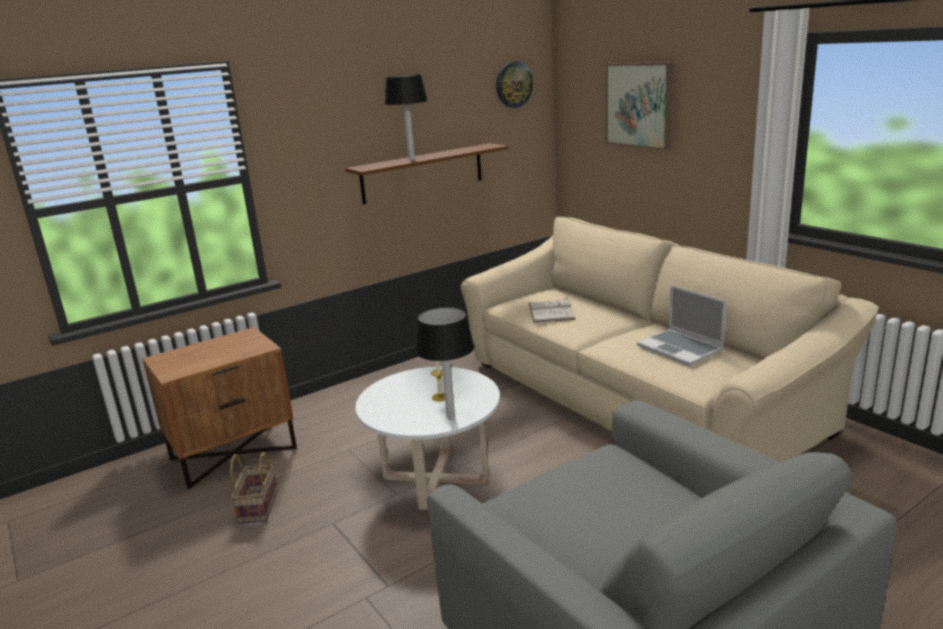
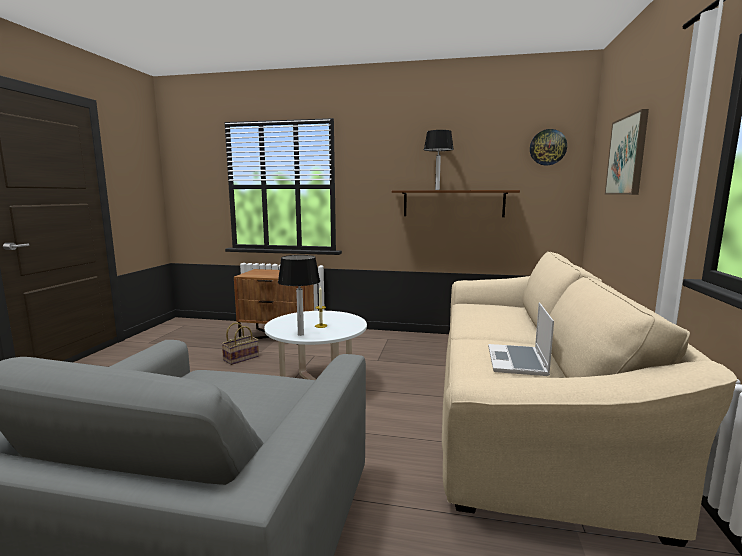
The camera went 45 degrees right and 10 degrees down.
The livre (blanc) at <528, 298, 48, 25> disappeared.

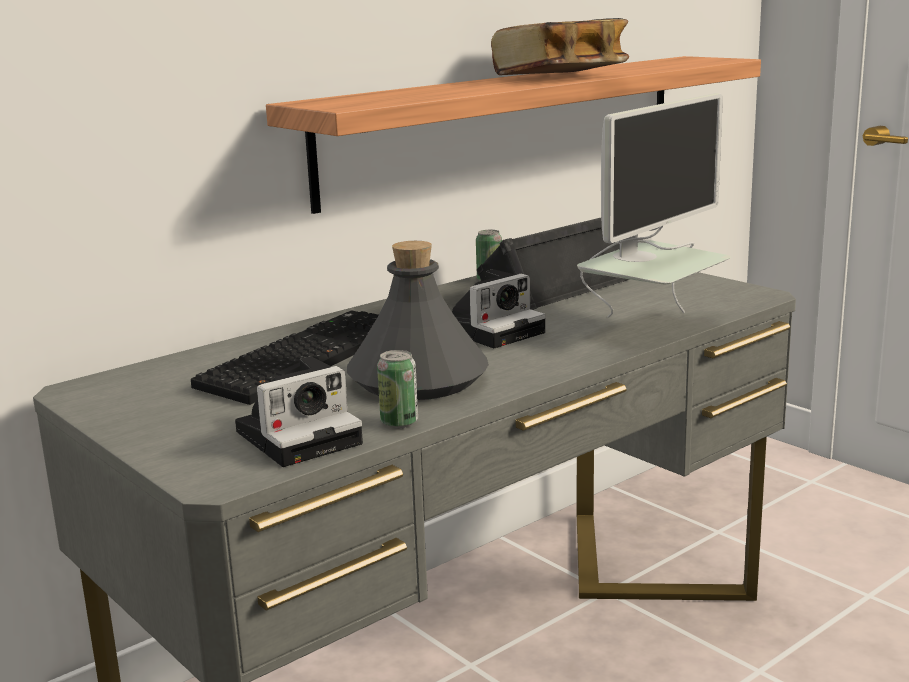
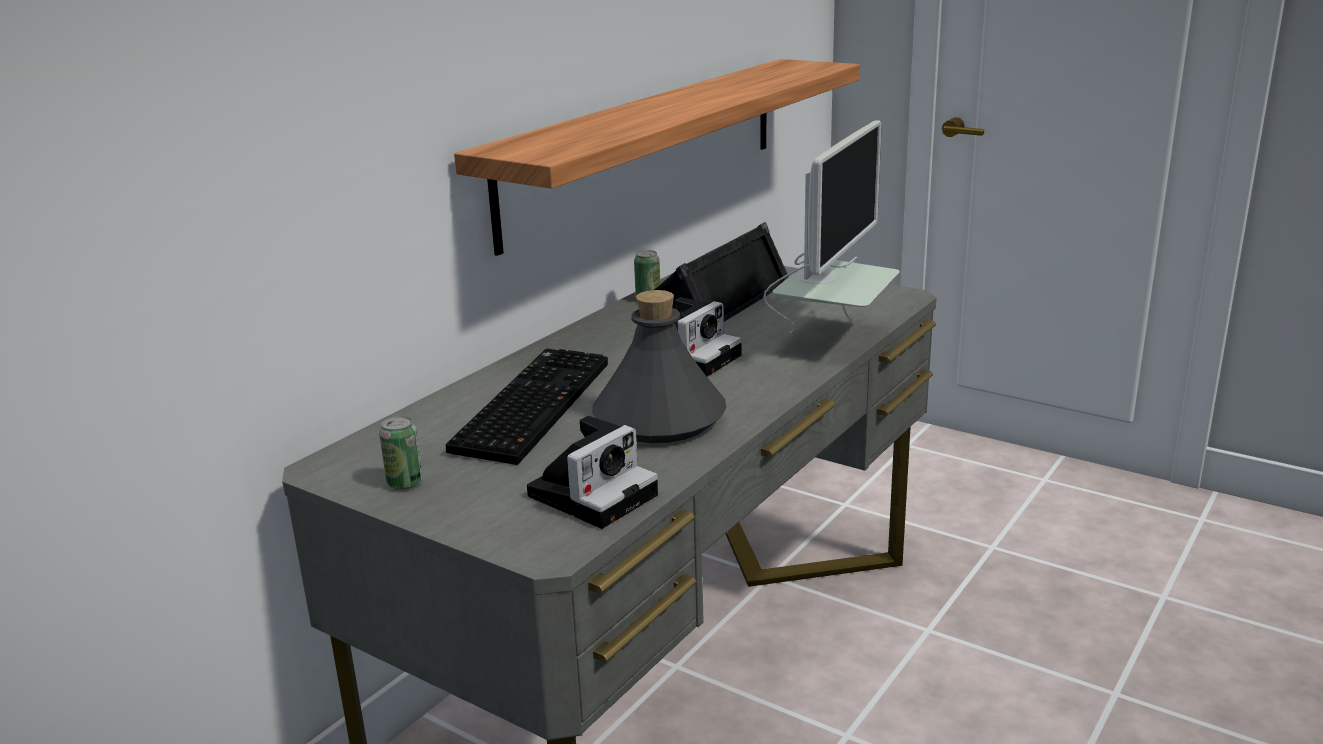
The camera went 15 degrees left and 5 degrees up.
The boîte métallique moved from <377, 350, 41, 78> to <379, 416, 44, 74>.
The livre at <491, 18, 138, 57> disappeared.

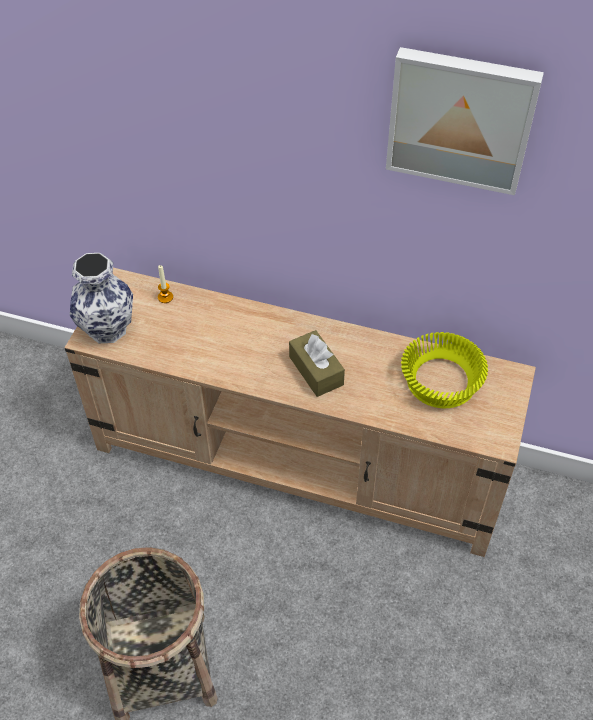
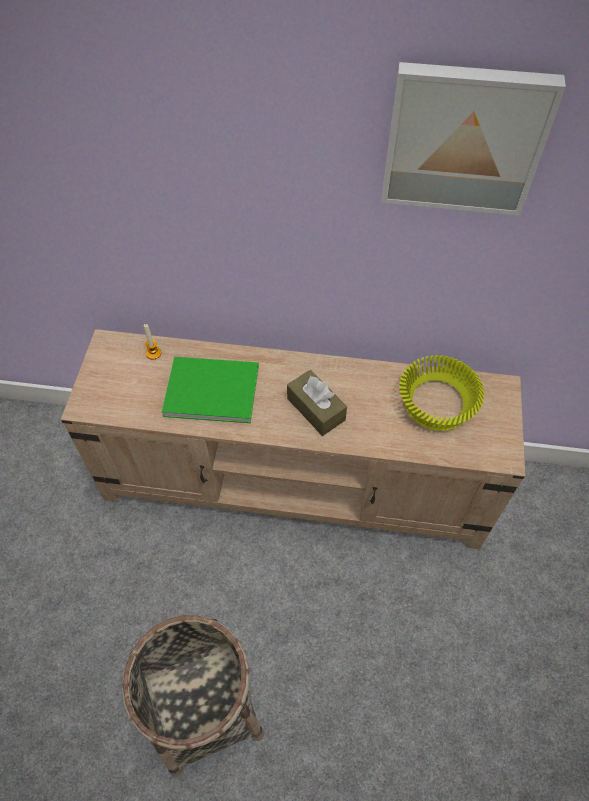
The camera went 10 degrees left and 5 degrees up.
The livre (vert) at <162, 357, 97, 66> appeared.
The vase at <70, 253, 63, 90> disappeared.

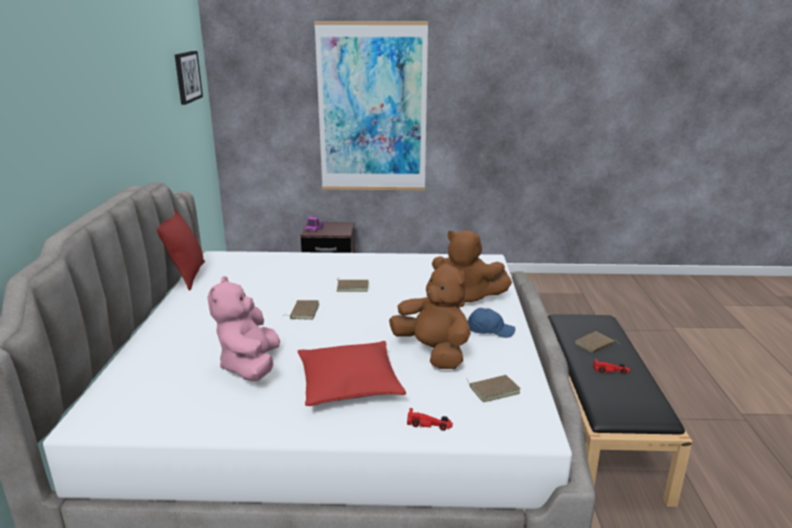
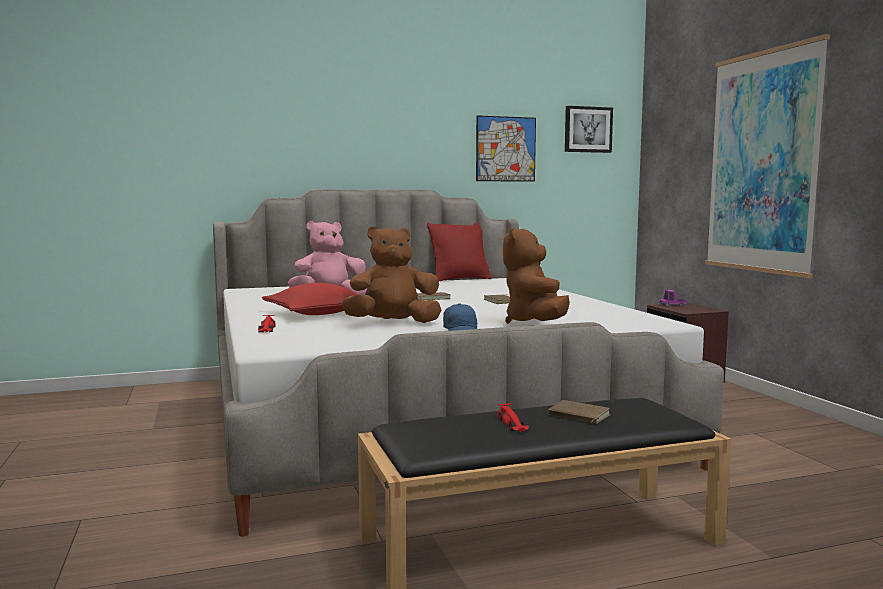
The camera went 70 degrees right and 15 degrees down.
The peluche (marron) at <389, 259, 82, 110> turned 135 degrees counterclockwise.
The tableau at <476, 115, 60, 67> appeared.
The livre (marron) at <467, 375, 54, 27> disappeared.

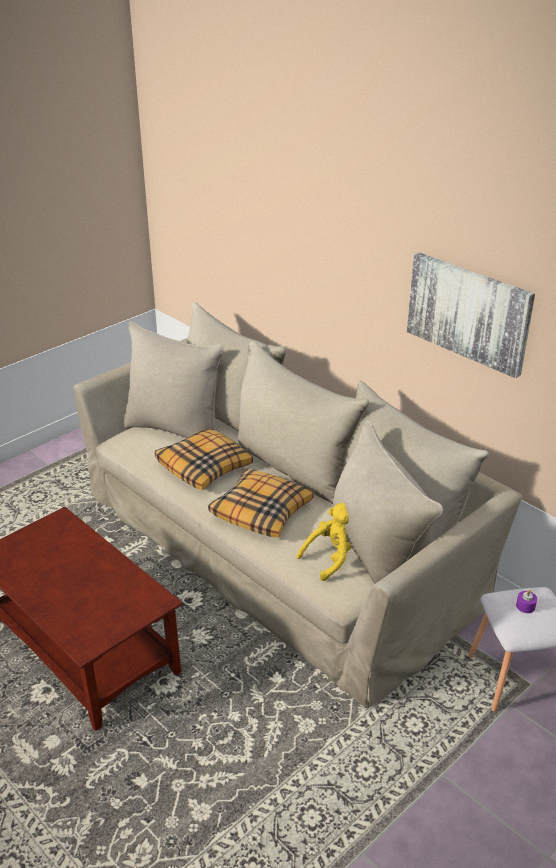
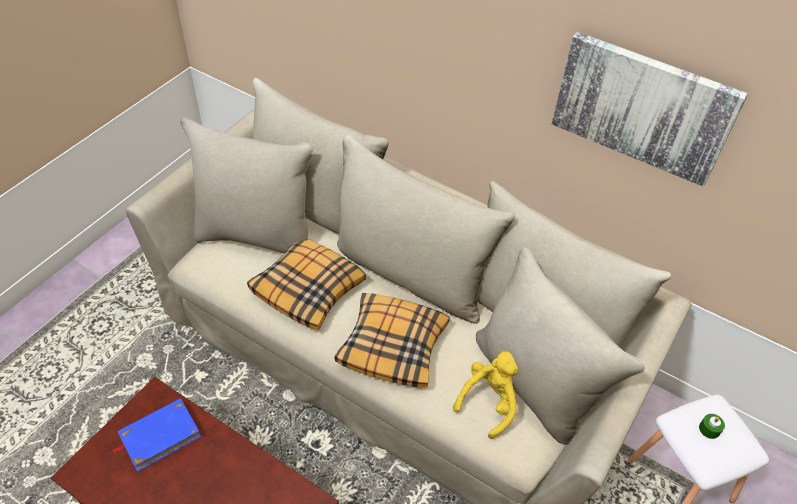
The camera went 15 degrees left and 15 degrees up.
The livre (bleu) at <113, 398, 88, 74> appeared.
The bougie (violet) at <516, 590, 21, 23> became the bougie (vert) at <699, 414, 26, 25>.

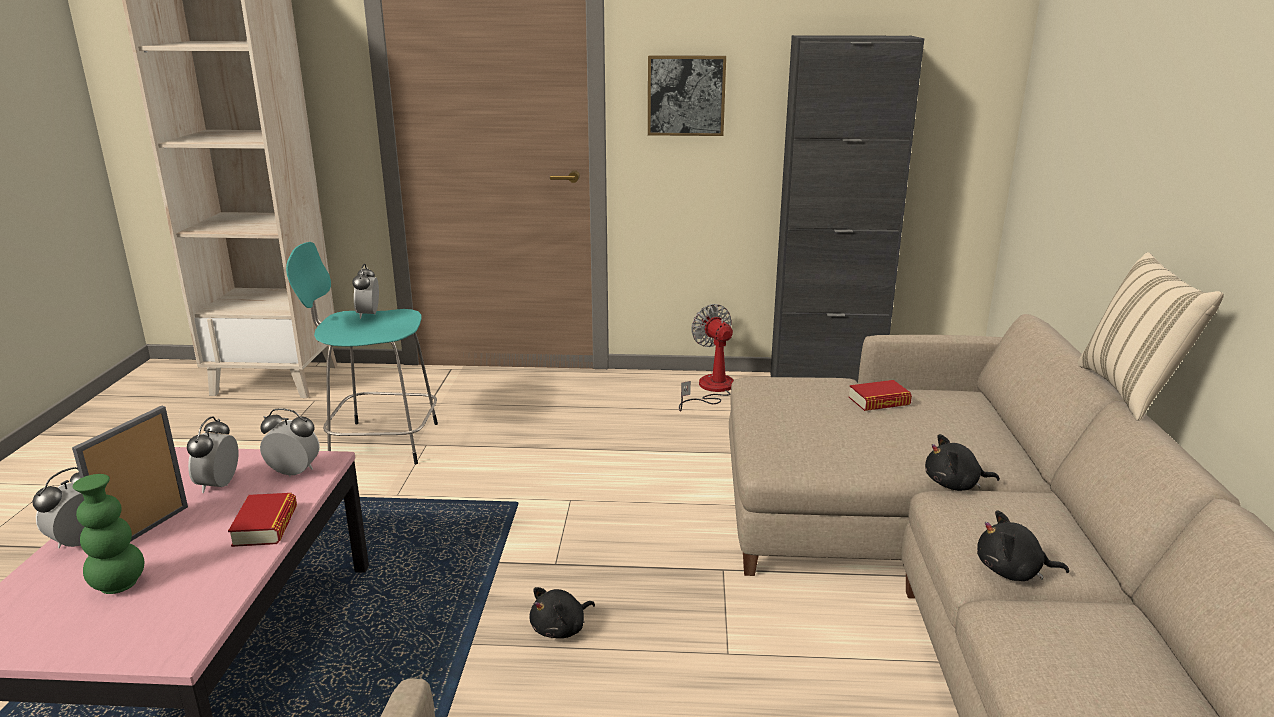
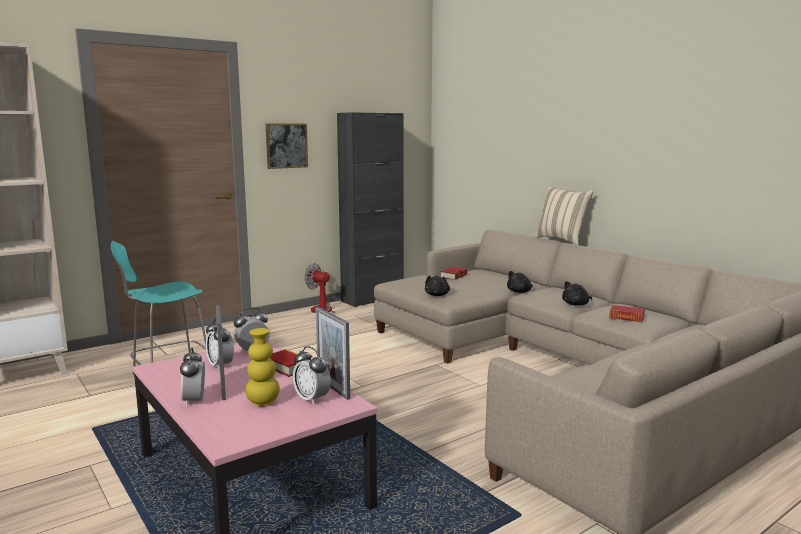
The camera went 40 degrees left and 10 degrees down.
The vase (vert) at <73, 474, 71, 120> became the vase (jaune) at <245, 328, 35, 78>.
The réveil moved from <352, 264, 27, 55> to <293, 346, 38, 59>.
The cadre photo at <316, 307, 34, 93> appeared.
The peluche (noir) moved from <529, 587, 66, 51> to <425, 275, 25, 21>.
The livre at <609, 305, 36, 17> appeared.

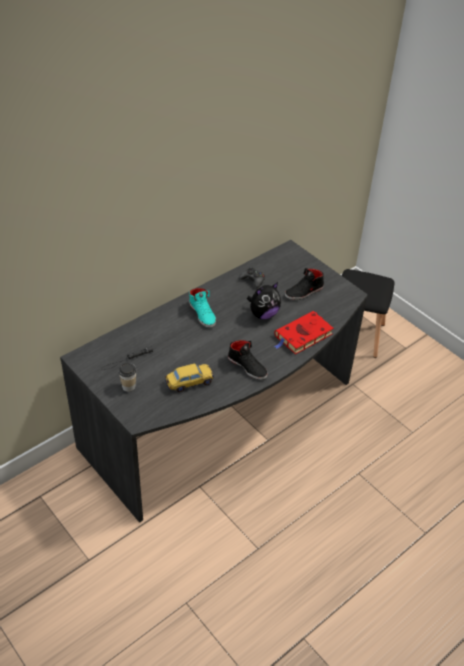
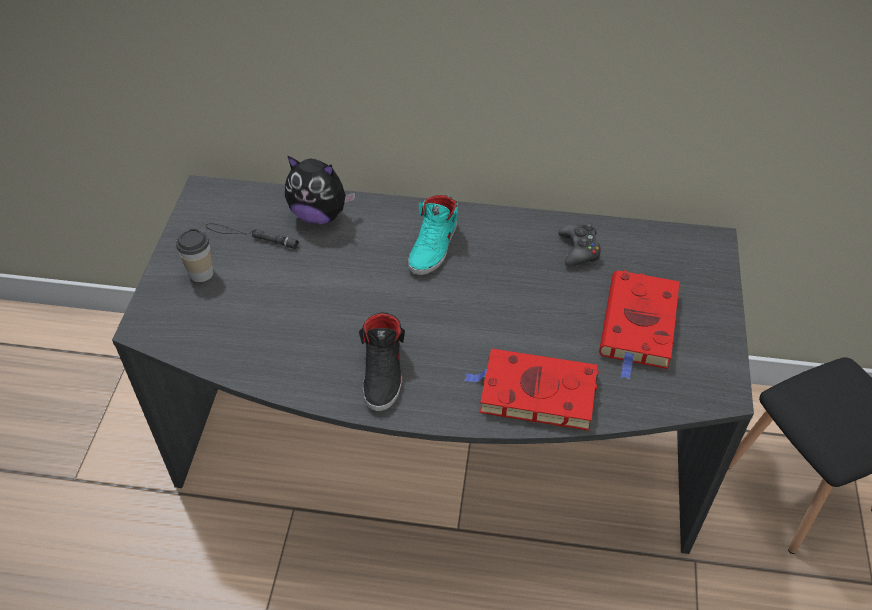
The camera went 50 degrees right and 5 degrees up.
The peluche moved from <247, 282, 34, 37> to <285, 155, 71, 69>.
The chaussure (noir) at <285, 268, 39, 32> was replaced by the livre (rouge) at <599, 270, 81, 110>.
The petite voiture at <165, 364, 49, 28> disappeared.

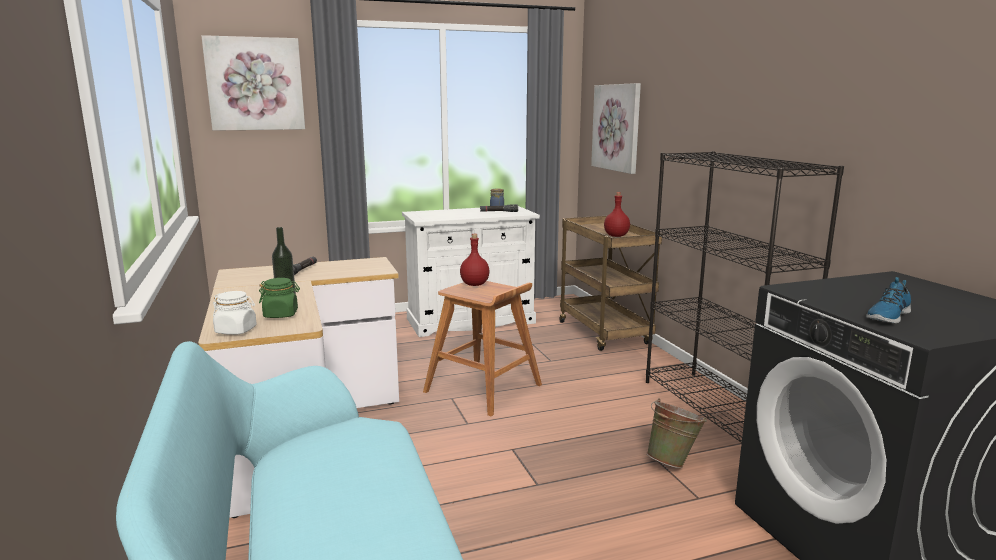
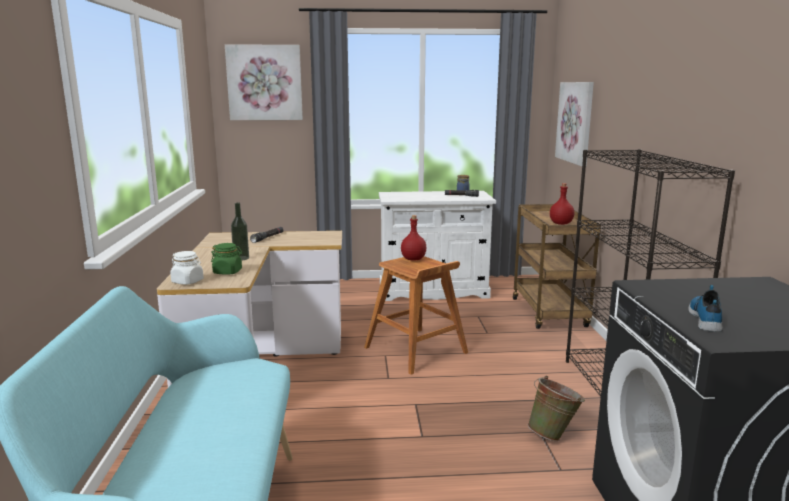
The camera went 15 degrees right and 0 degrees up.
The chaussure at <866, 277, 45, 46> turned 135 degrees clockwise.

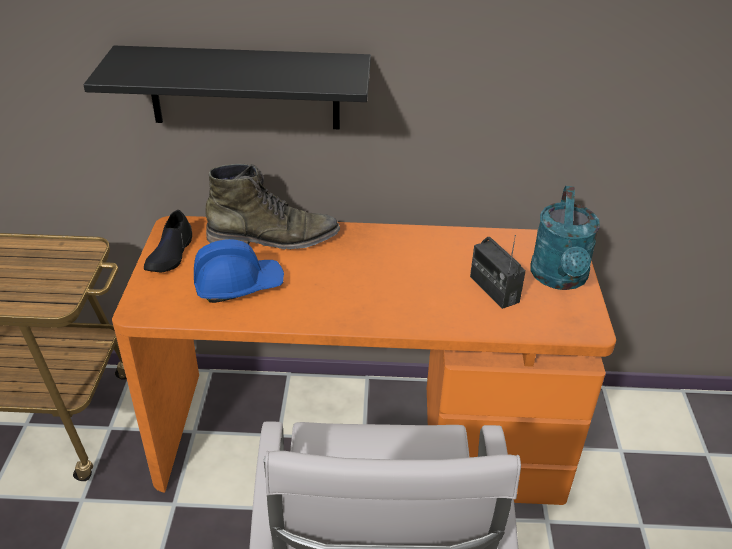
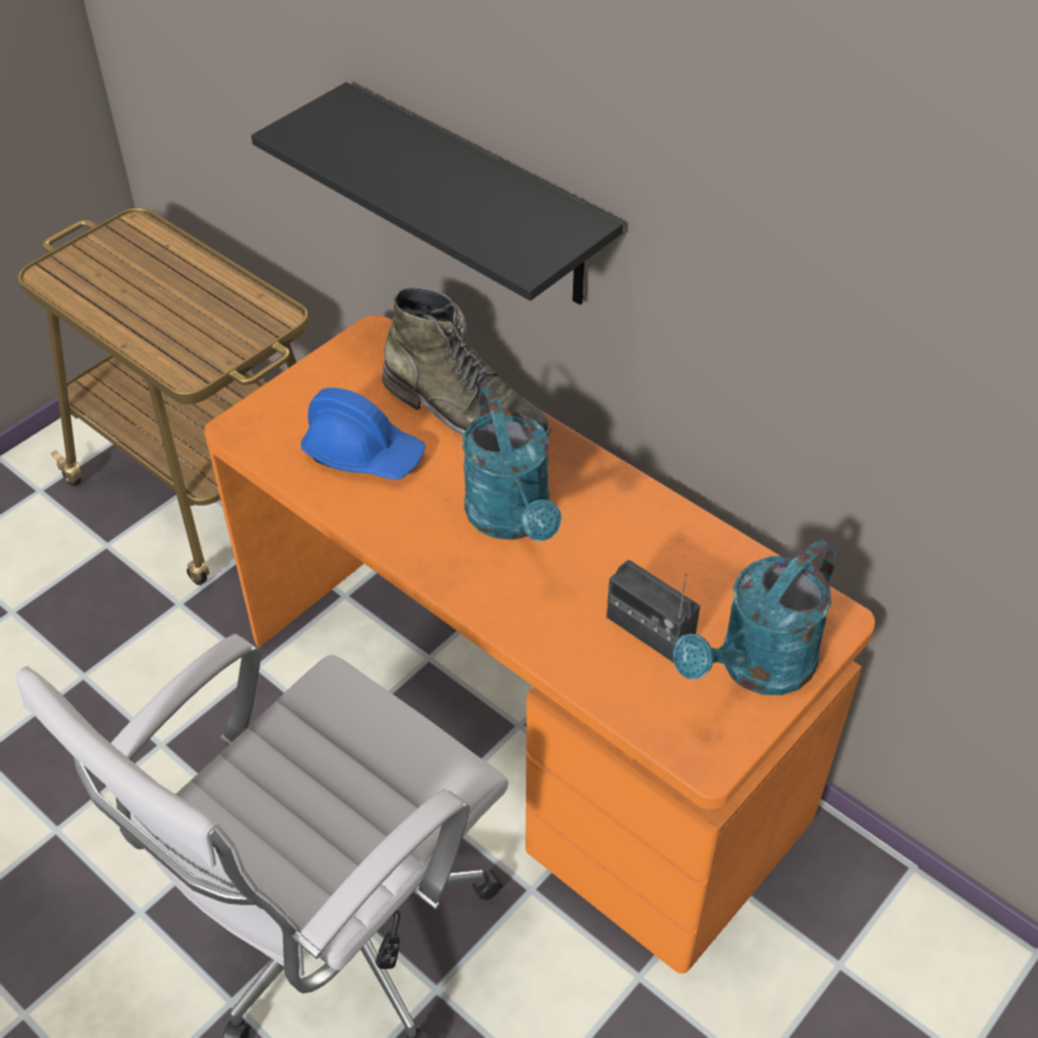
The camera went 40 degrees right and 10 degrees up.
The arrosoir (turquoise) at <462, 387, 100, 154> appeared.
The radio at <470, 235, 56, 74> turned 60 degrees counterclockwise.
The chaussure (noir) at <144, 210, 48, 62> disappeared.

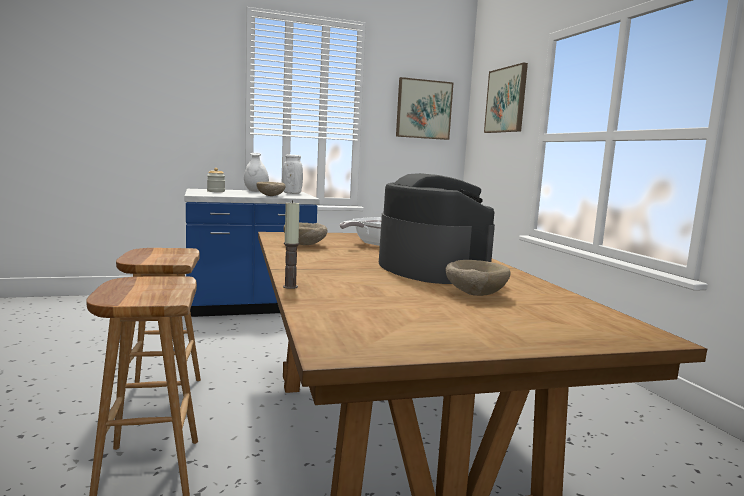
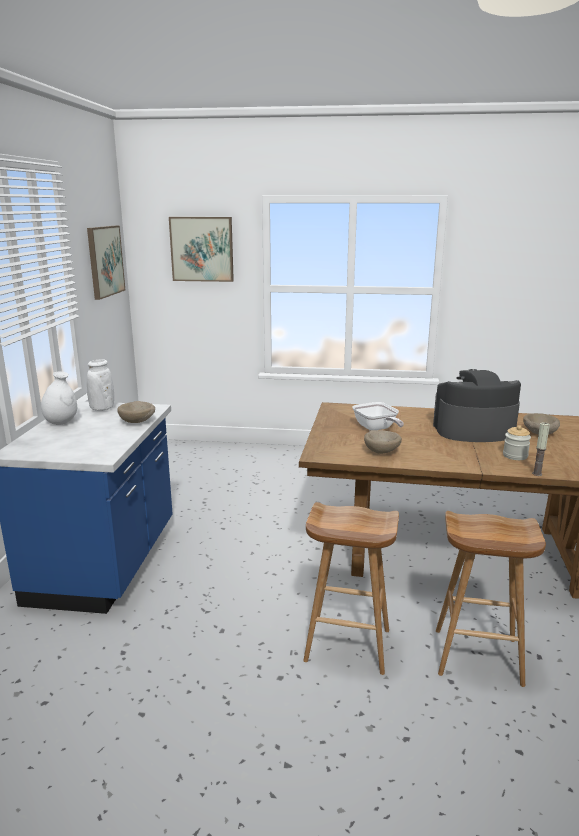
The camera went 65 degrees left and 10 degrees up.
The bocal moved from <207, 168, 18, 24> to <503, 425, 28, 35>.

